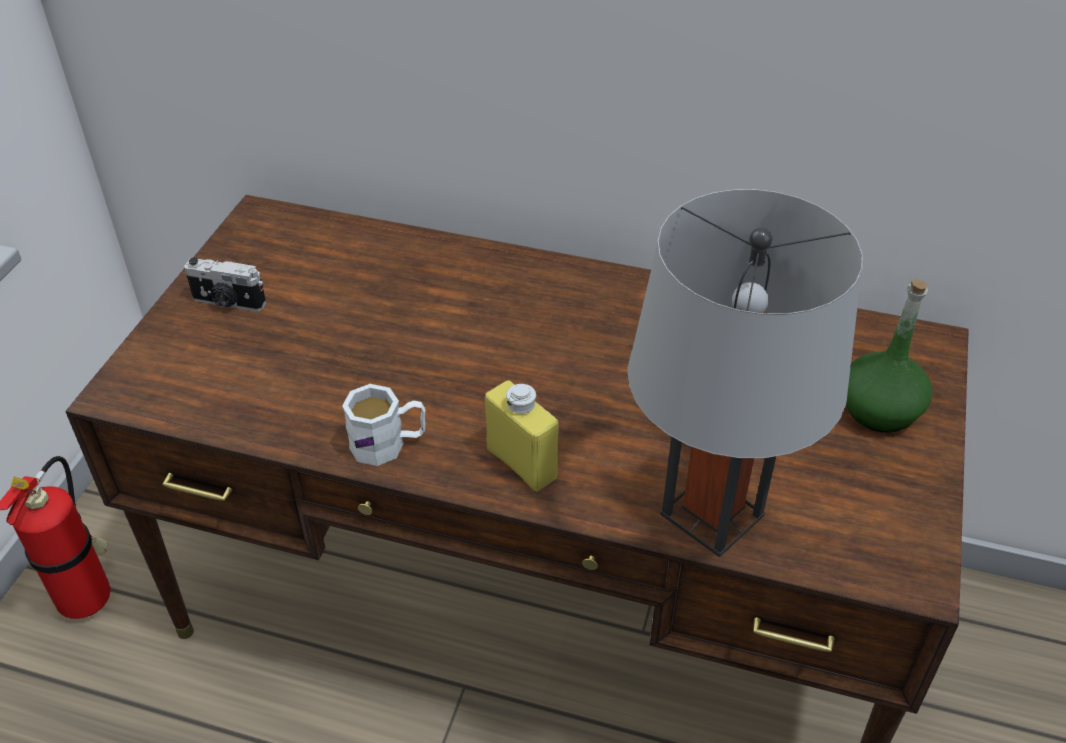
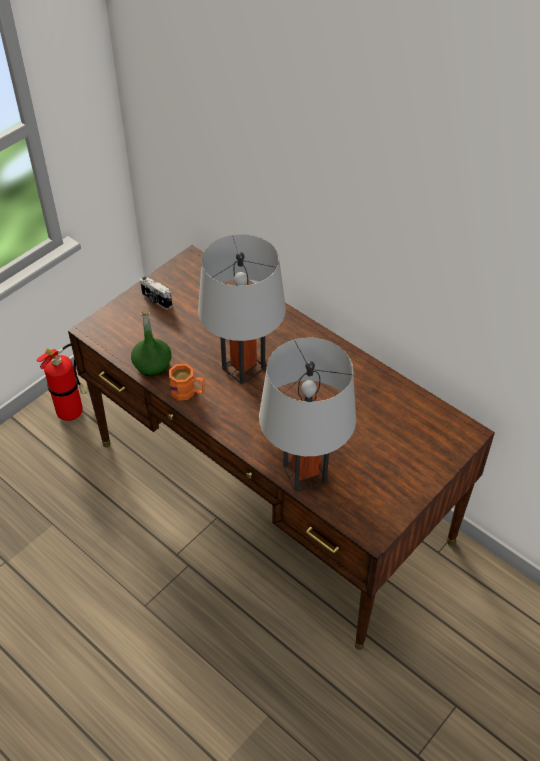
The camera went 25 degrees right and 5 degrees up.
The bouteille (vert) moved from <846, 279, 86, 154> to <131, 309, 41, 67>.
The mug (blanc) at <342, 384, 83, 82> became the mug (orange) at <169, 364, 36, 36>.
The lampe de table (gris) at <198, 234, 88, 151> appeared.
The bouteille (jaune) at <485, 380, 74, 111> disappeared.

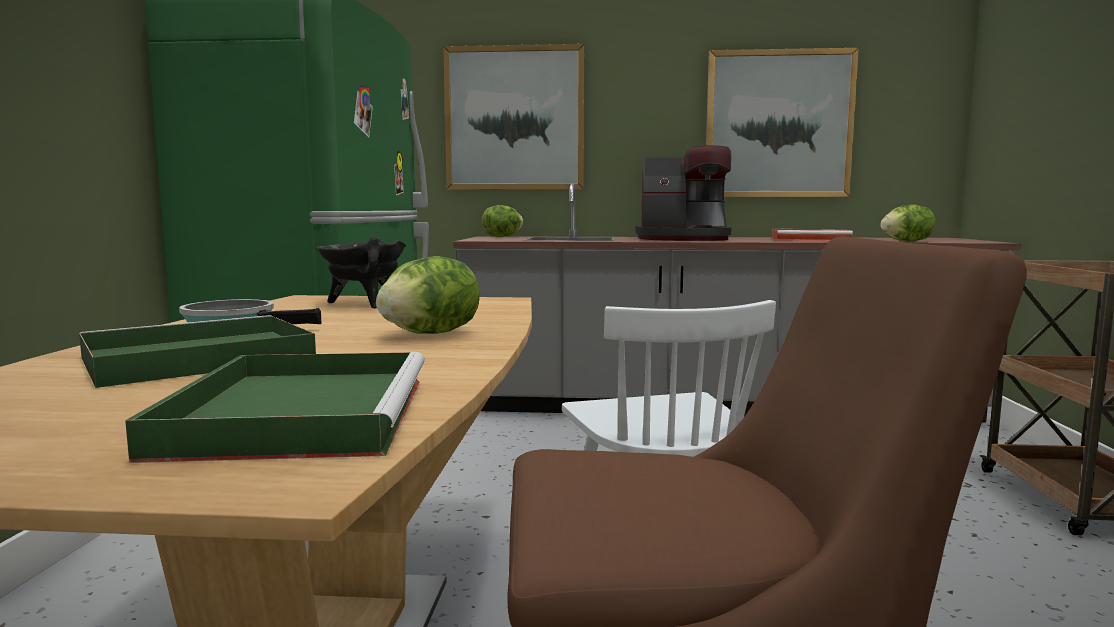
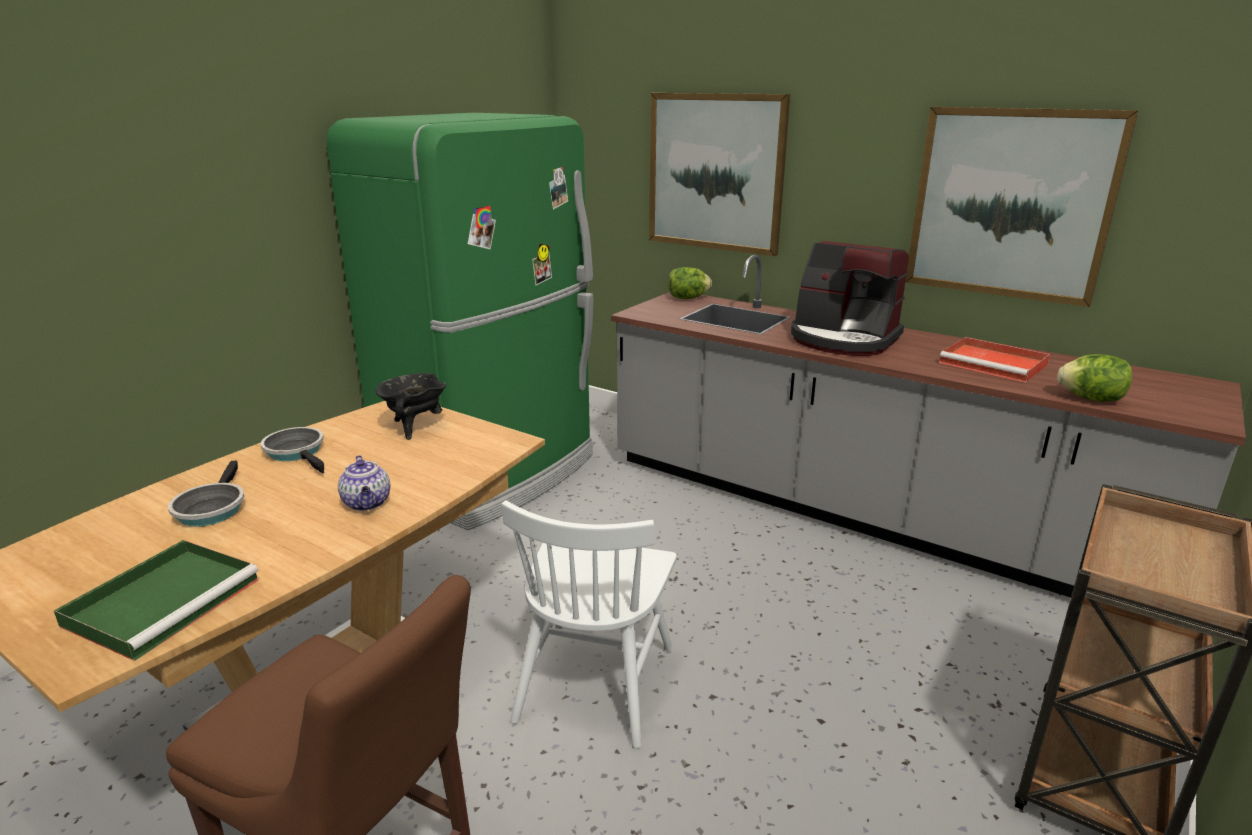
The camera went 30 degrees right and 15 degrees up.
The plateau (vert) at <79, 315, 237, 73> was replaced by the poêle at <168, 461, 76, 66>.
The laitue at <376, 256, 104, 78> was replaced by the théière at <338, 455, 52, 56>.

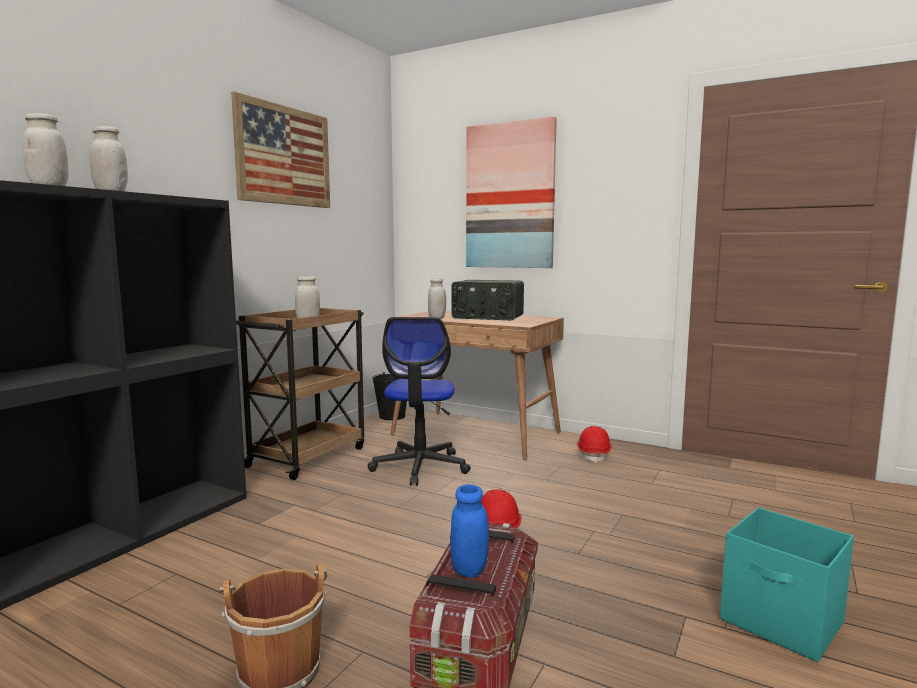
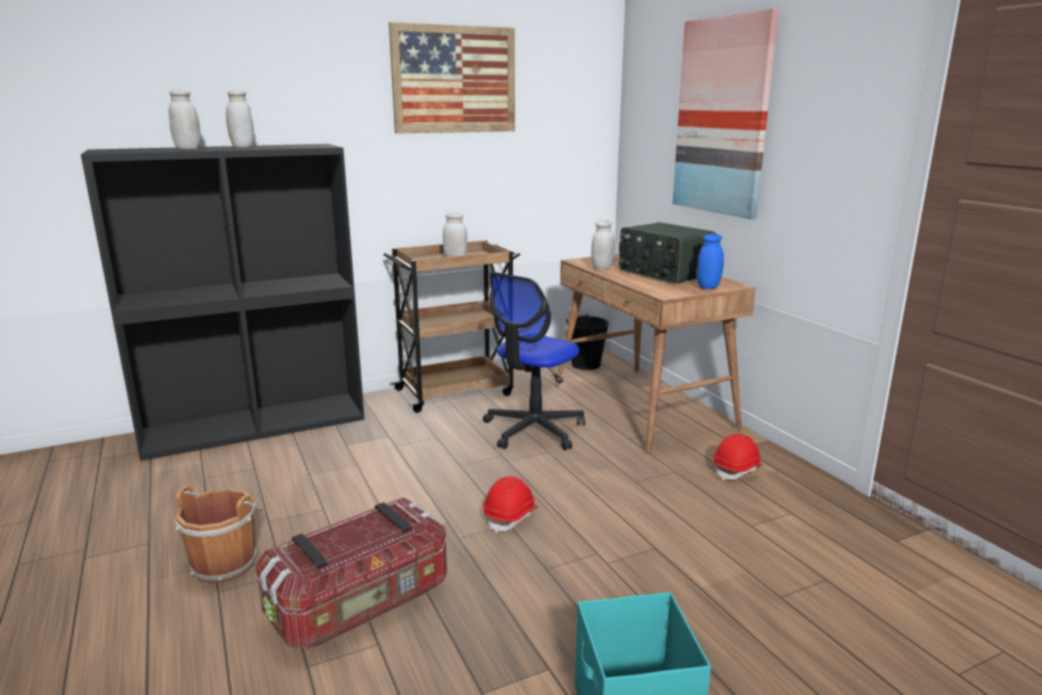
The camera went 35 degrees right and 10 degrees up.
The bocal (bleu) moved from <450, 484, 39, 94> to <697, 234, 27, 55>.

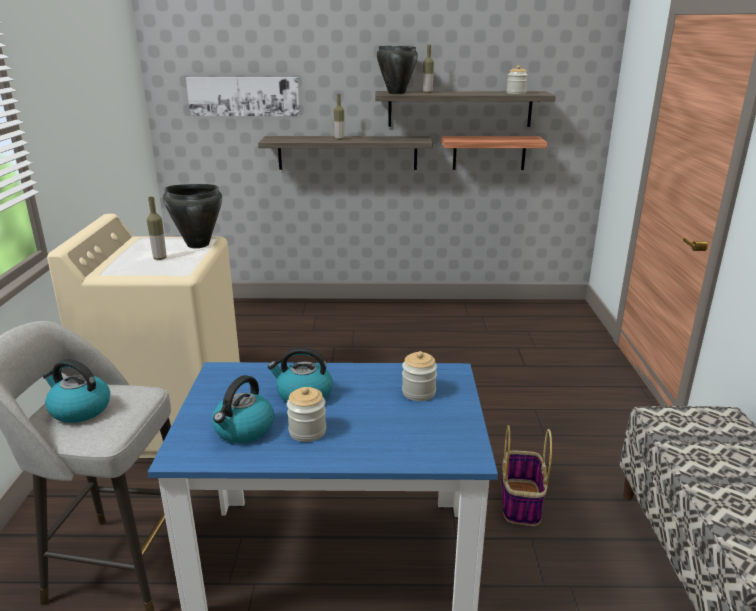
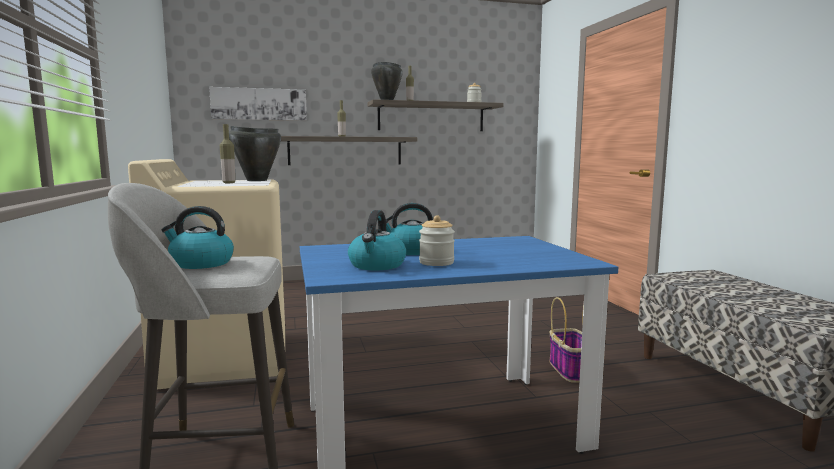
The camera went 15 degrees left and 15 degrees down.
The bocal at <402, 351, 35, 50> disappeared.
The étagère at <441, 136, 106, 34> disappeared.

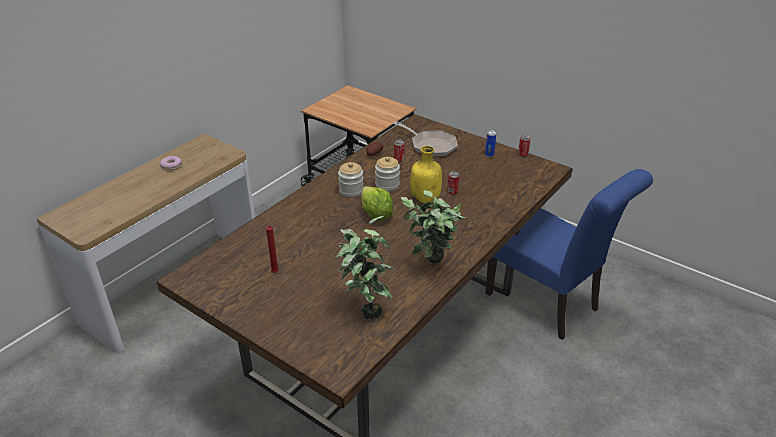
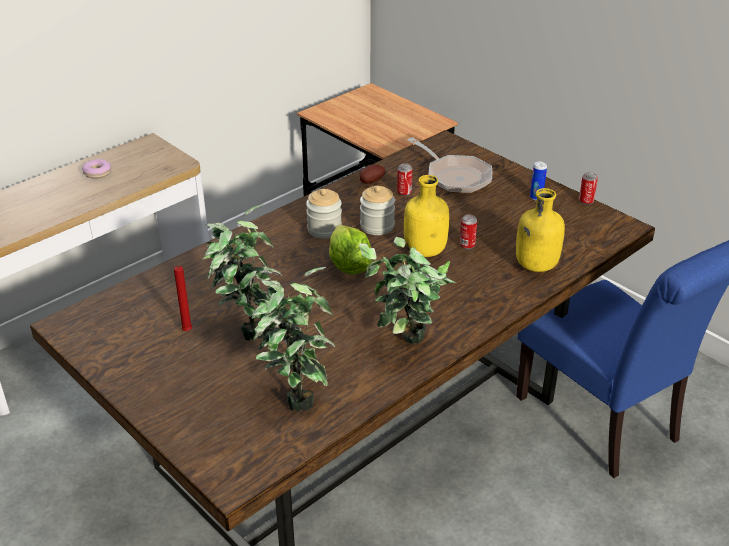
The camera went 10 degrees right and 0 degrees up.
The plante en pot at <202, 204, 80, 137> appeared.
The bouteille (jaune) at <516, 188, 49, 84> appeared.

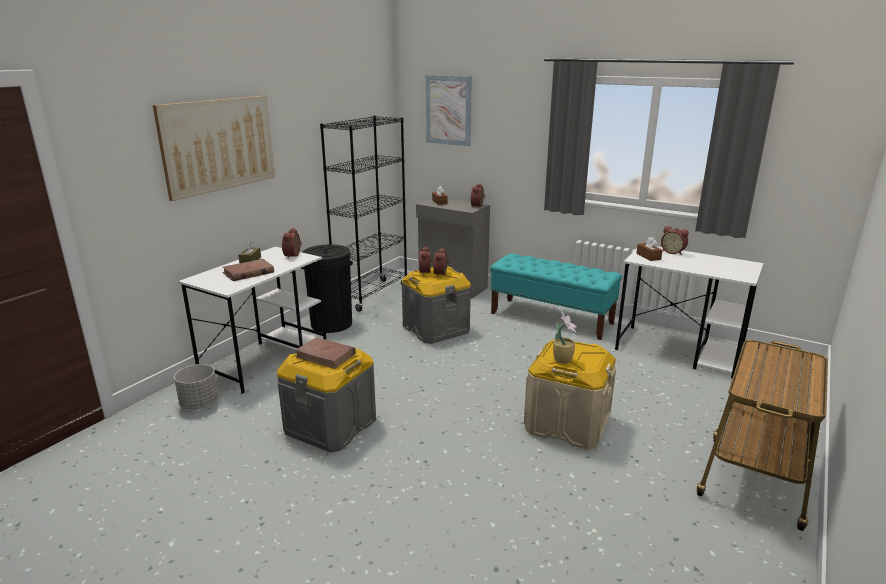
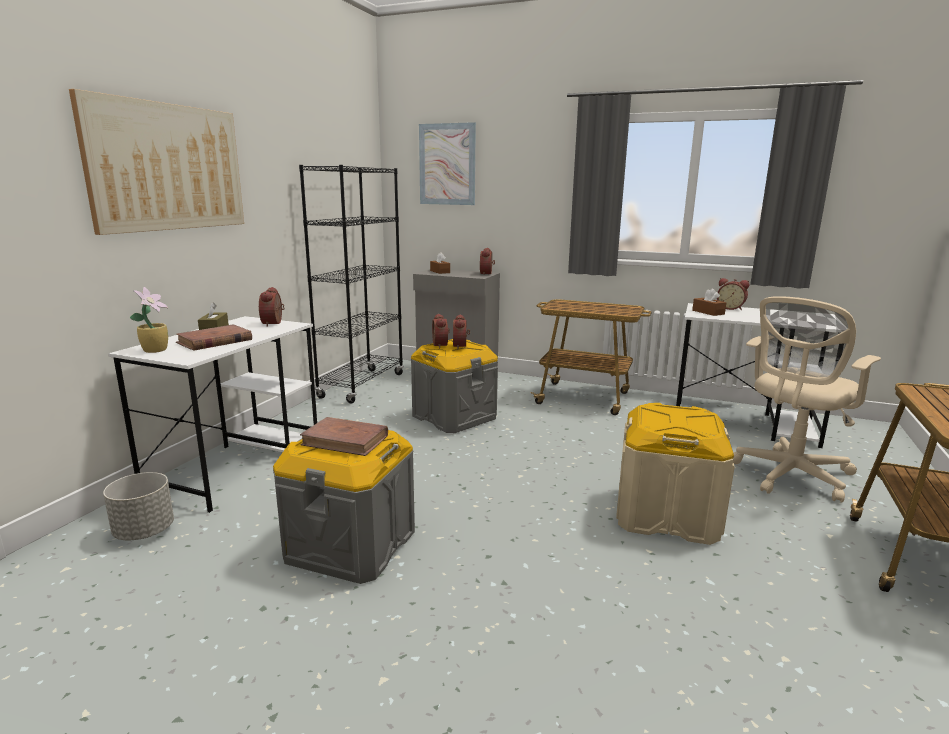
The camera went 10 degrees left and 5 degrees down.
The plante en pot moved from <553, 311, 24, 53> to <129, 287, 39, 66>.
The banc (turquoise) at <490, 254, 132, 86> was replaced by the chariot at <530, 299, 121, 116>.
The chaise de bureau (beige) at <733, 296, 148, 207> appeared.
The poubelle (noir) at <301, 244, 52, 89> disappeared.

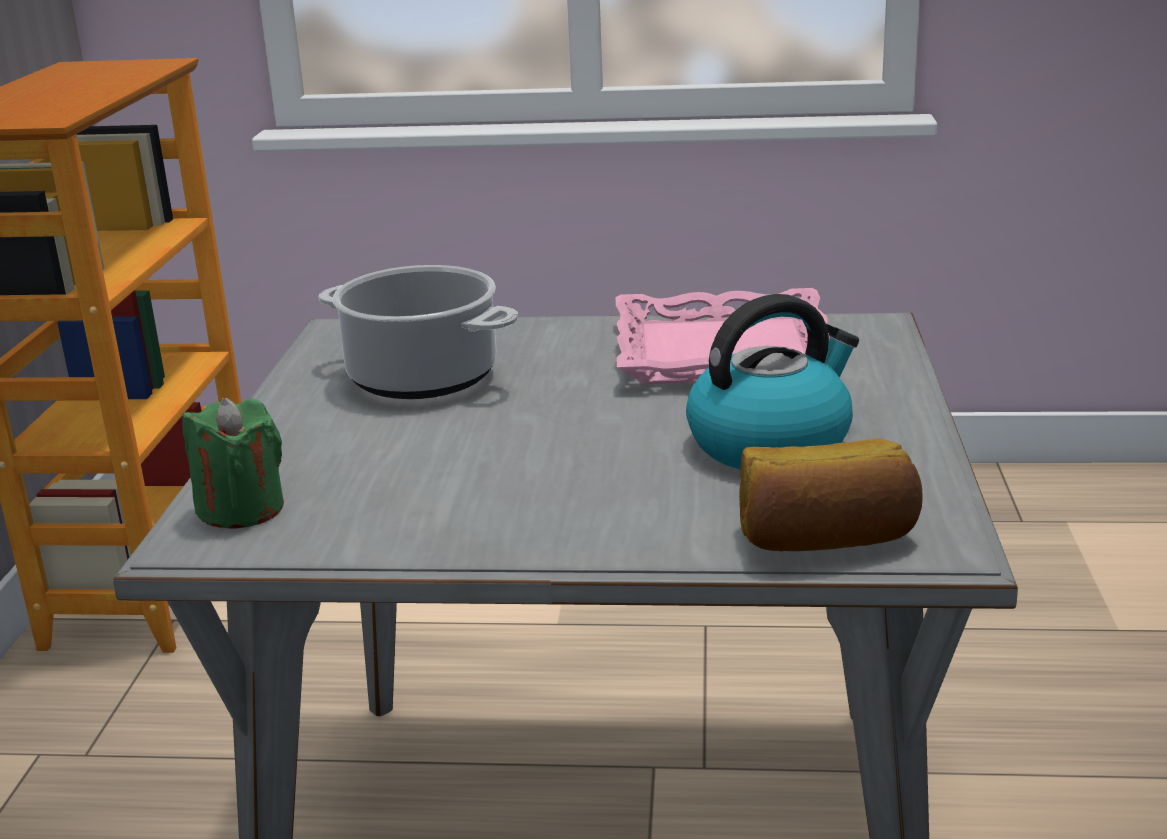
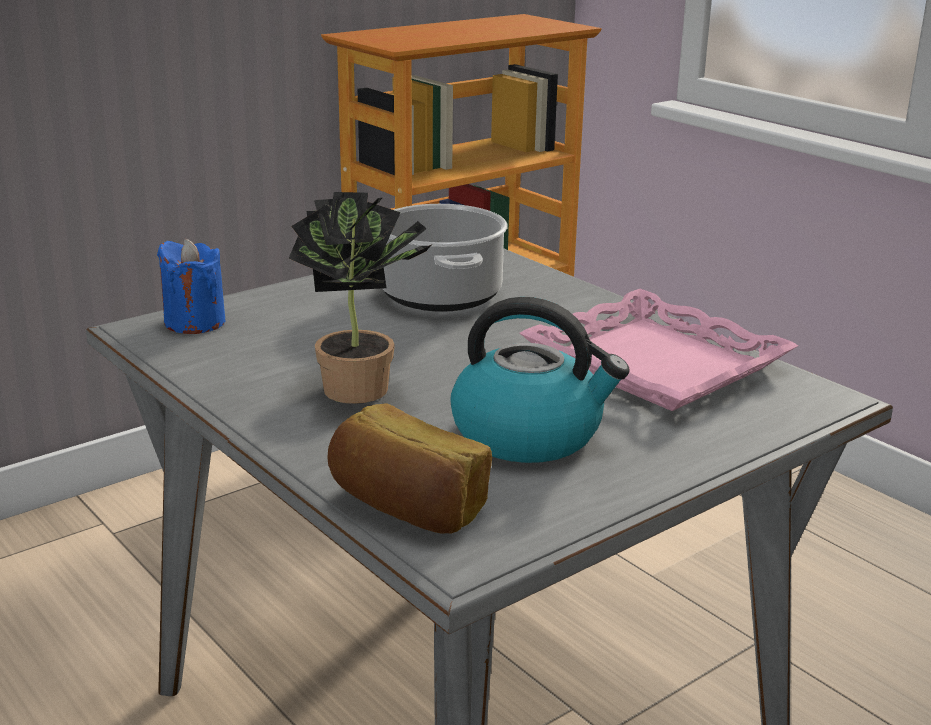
The camera went 45 degrees right and 0 degrees up.
The bougie (vert) at <183, 398, 101, 131> became the bougie (bleu) at <157, 239, 68, 95>.
The plante en pot at <288, 192, 153, 212> appeared.

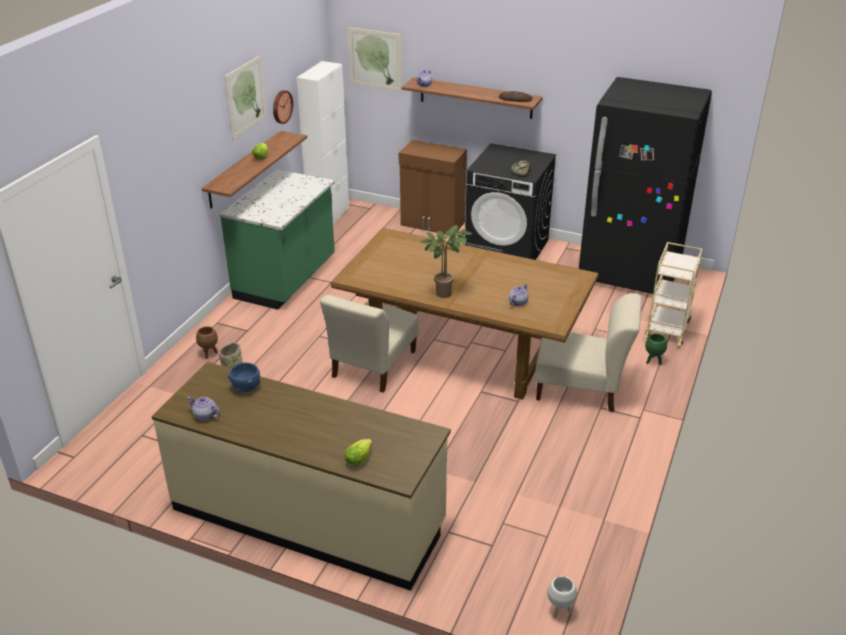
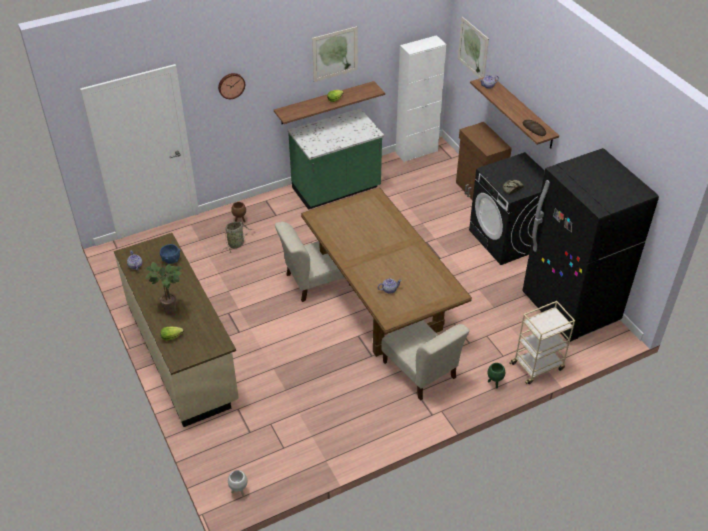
The camera went 40 degrees right and 10 degrees up.
The plante en pot moved from <420, 225, 52, 73> to <145, 262, 37, 52>.
The horloge murale moved from <273, 90, 20, 34> to <218, 73, 27, 26>.

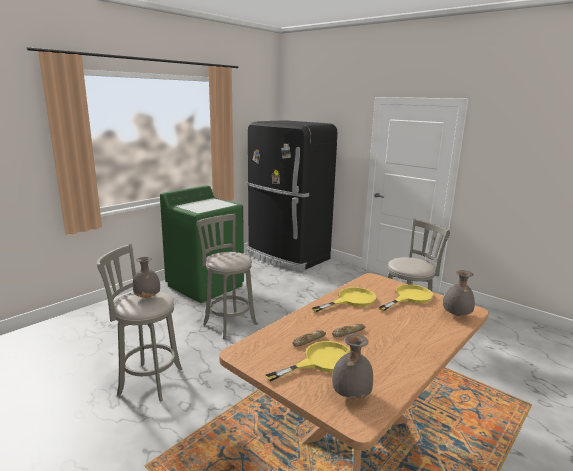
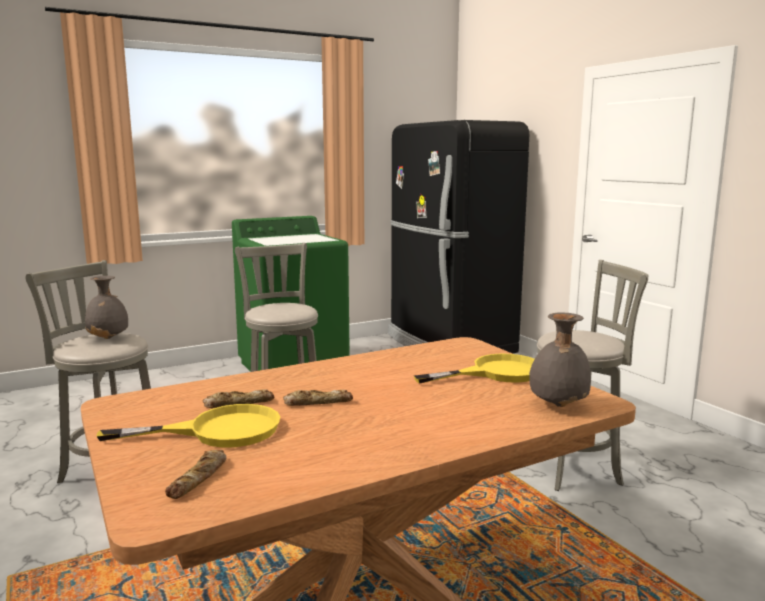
The camera went 20 degrees right and 5 degrees down.
The vase (gris) at <332, 334, 41, 64> was replaced by the pain at <165, 450, 62, 49>.
The poêle (jaune) at <312, 287, 64, 25> disappeared.

